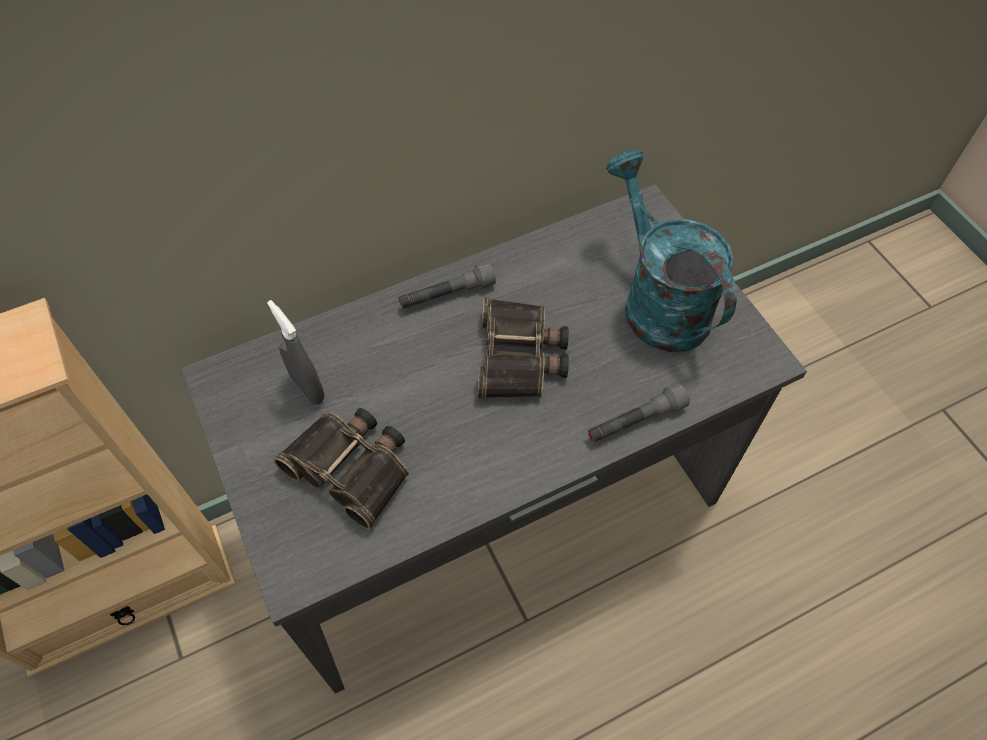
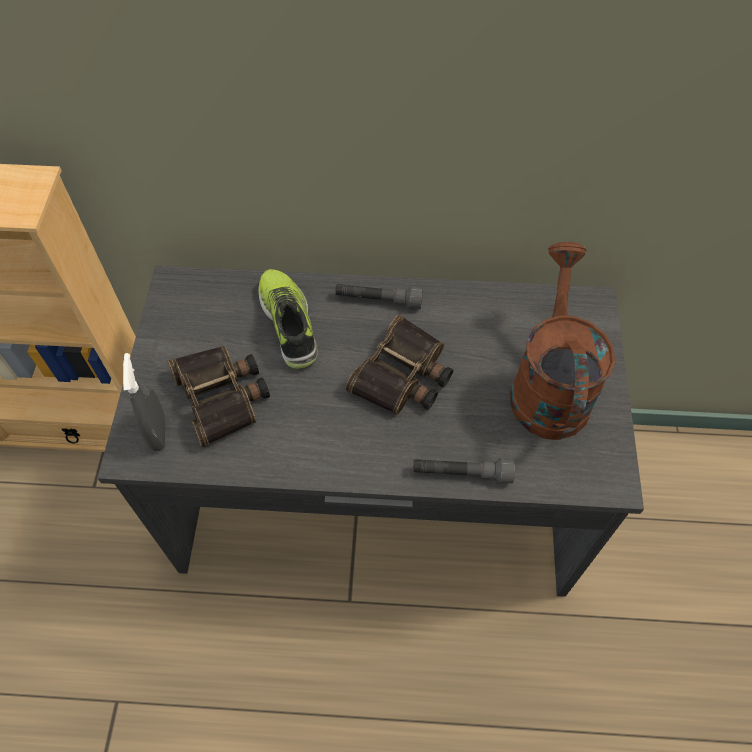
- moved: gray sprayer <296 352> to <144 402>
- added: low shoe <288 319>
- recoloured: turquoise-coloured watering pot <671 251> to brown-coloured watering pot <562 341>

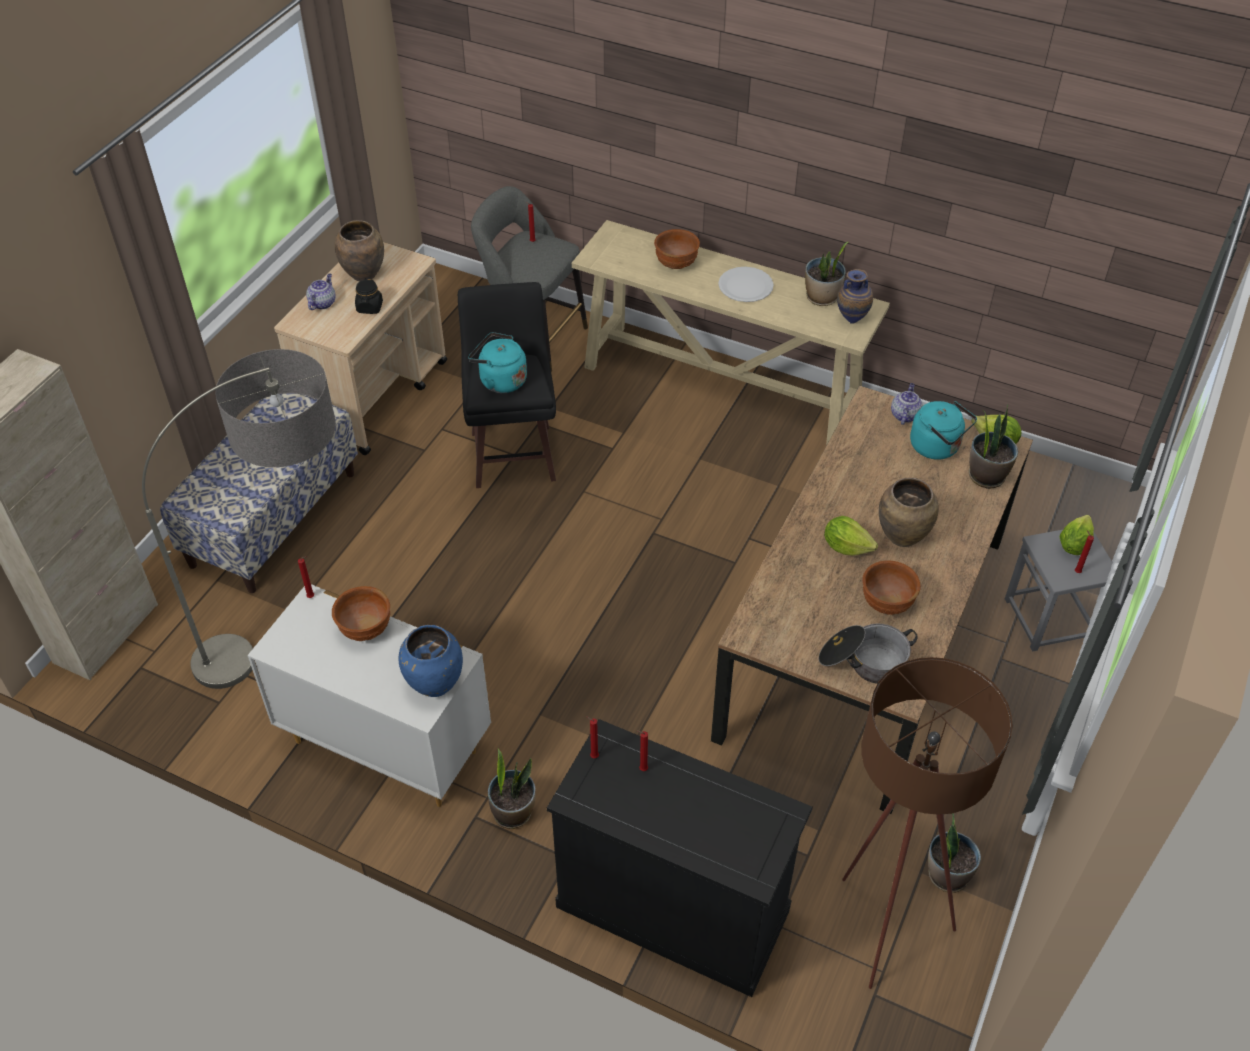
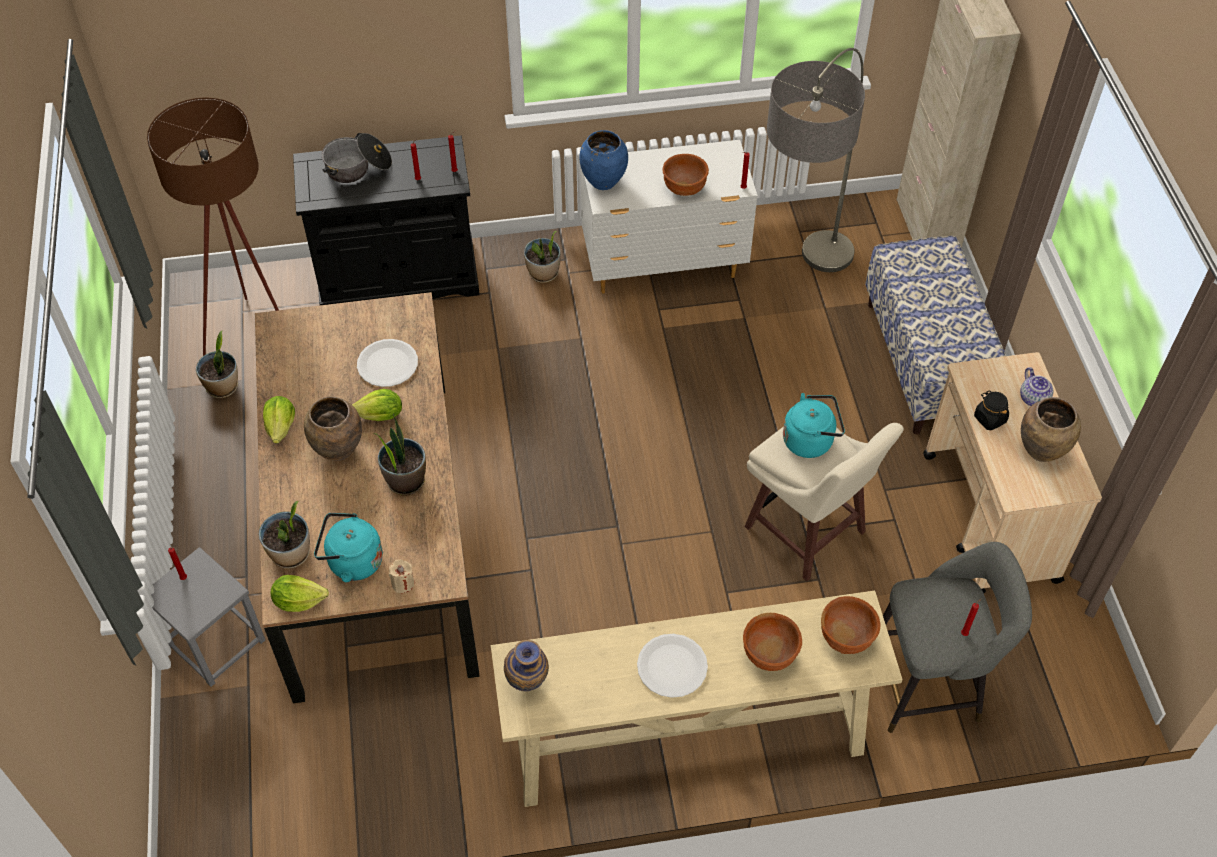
- moved: lettuce head <1076 535> to <279 419>
- moved: stockpot <868 654> to <357 158>
- added: whitish flat dish <387 363>
- moved: plant in a pot <826 274> to <400 455>
- replaced: pot for tea <907 404> to beige-coloured wax candle <401 576>
- recoloured: black stool <507 385> to beige-coloured stool <824 502>
- moved: brown-coloured bowl <891 587> to <850 625>

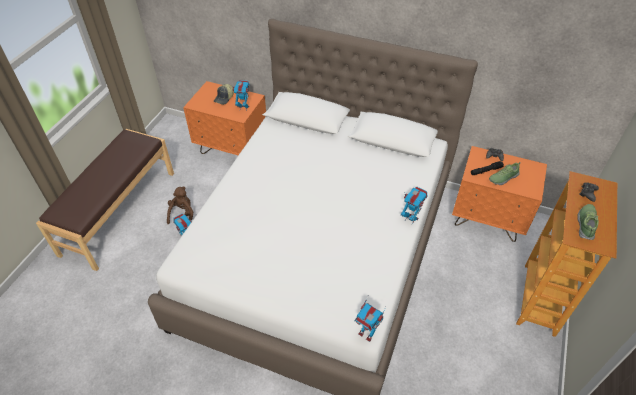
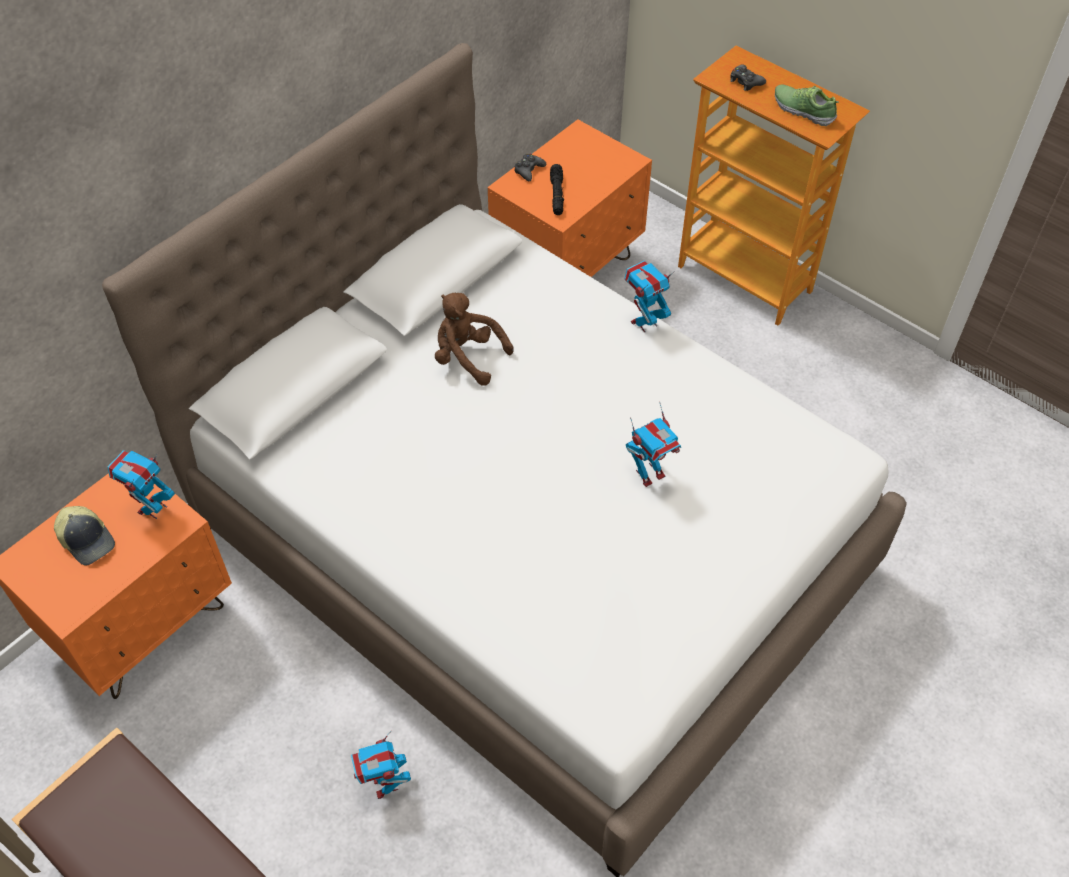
- moved: brown-coloured soft toy <180 205> to <474 339>
- moved: robot figure <370 319> to <653 444>
- removed: low shoe <505 173>

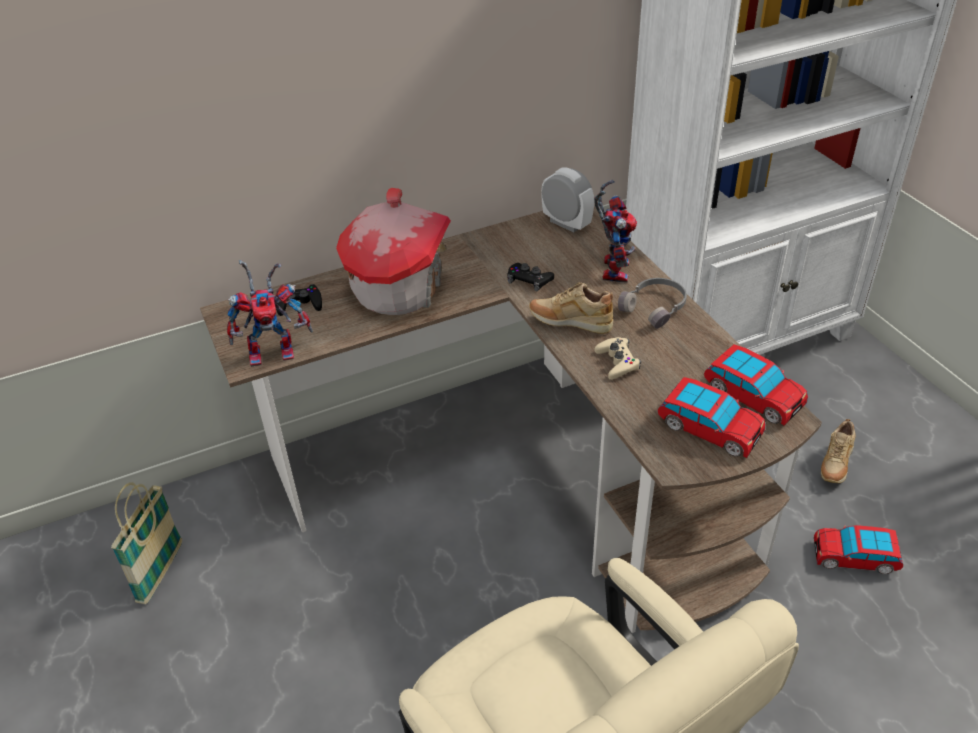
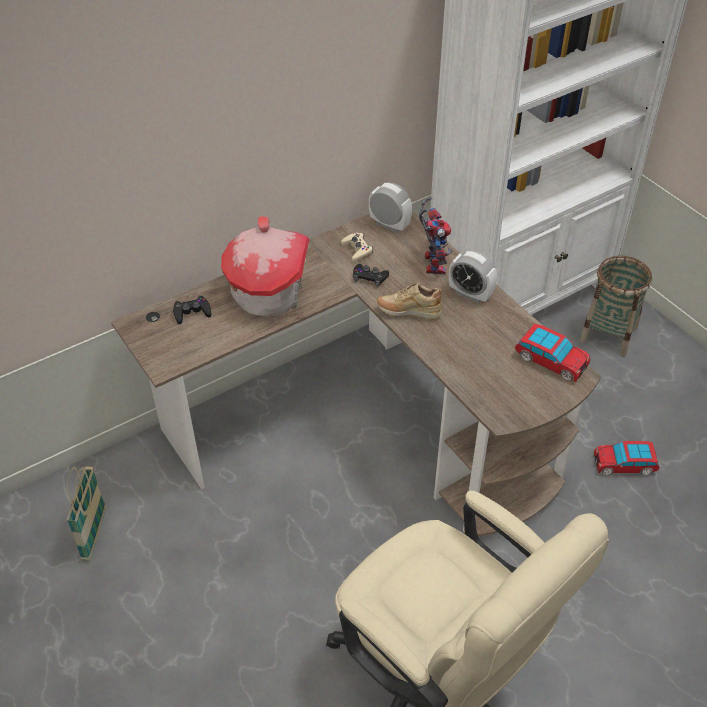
- moved: beige-coloured joypad <617 358> to <357 247>
- replaced: gray headphones <652 303> to table clock <473 276>
- added: storage basket <616 306>
- removed: robot figure <270 313>
- removed: miniature car <712 417>
- removed: beige-coloured low shoe <838 451>

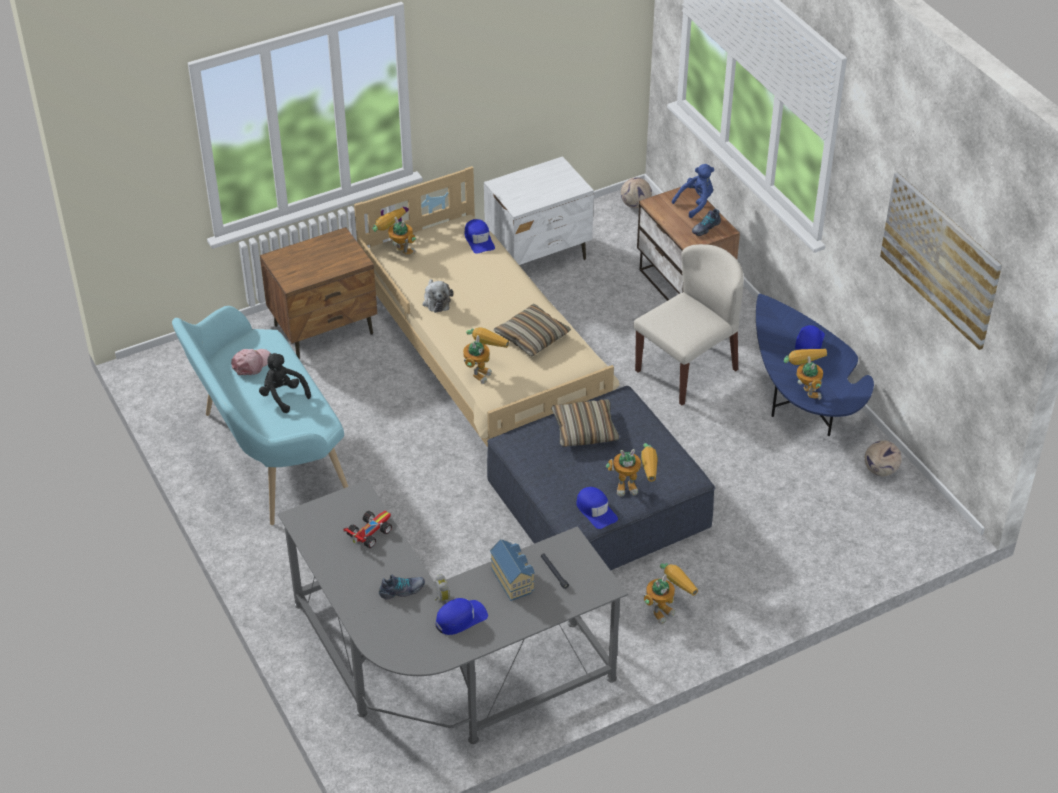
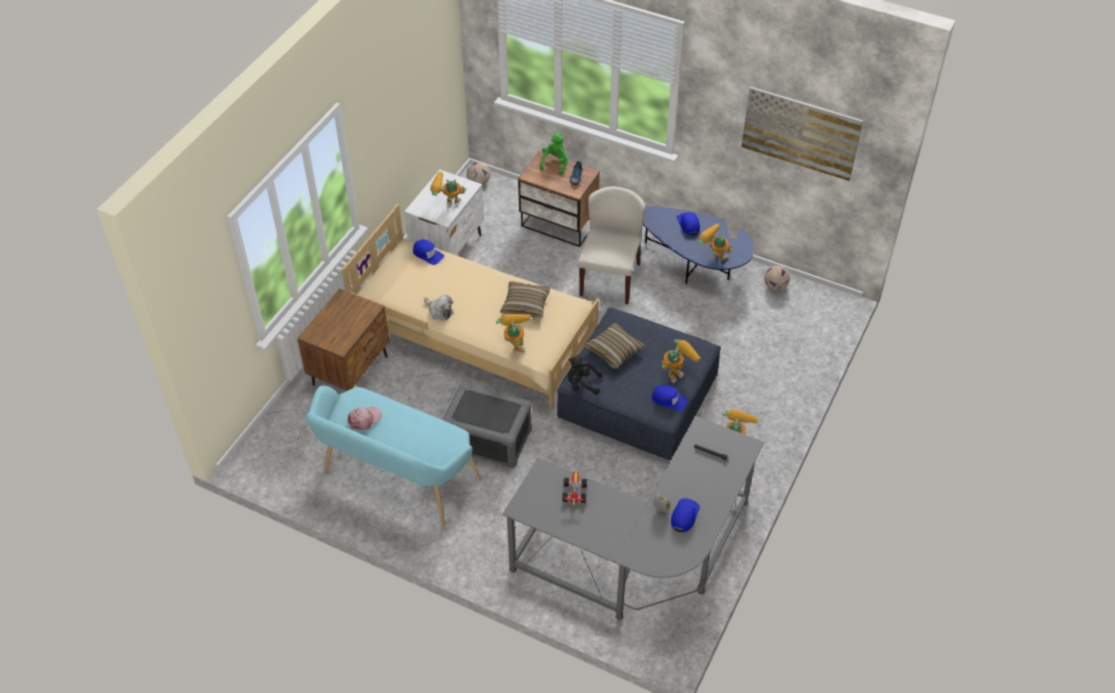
- turned: pink-coloured cap <251 362> = <365 418> 45 degrees clockwise
- moved: robot figure <394 231> to <448 188>
- added: gray storage box <487 425>
- recoloured: blue-coloured soft toy <693 191> to greenish soft toy <554 154>
- moved: black soft toy <285 383> to <585 375>
- removed: low shoe <402 587>
- removed: model house <512 570>

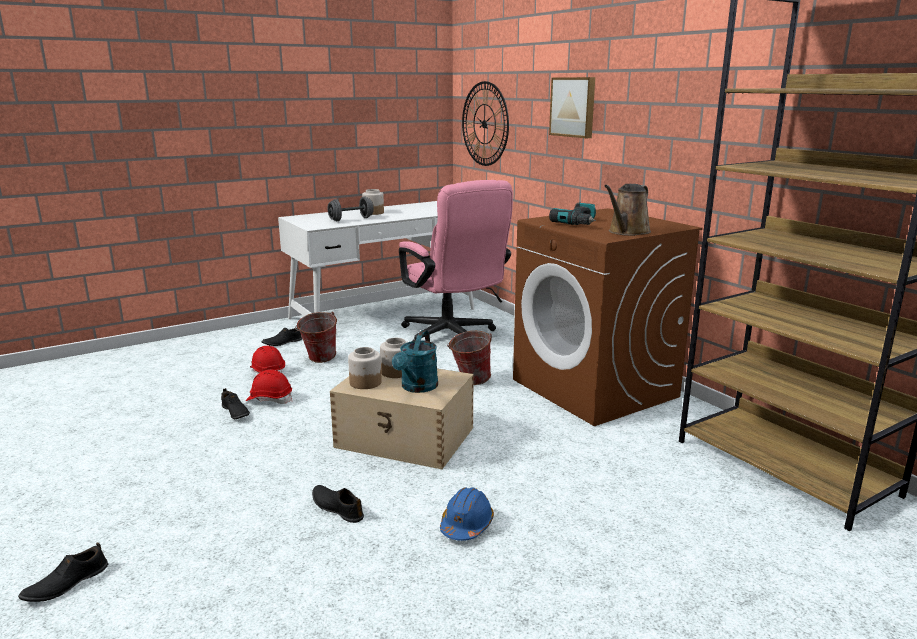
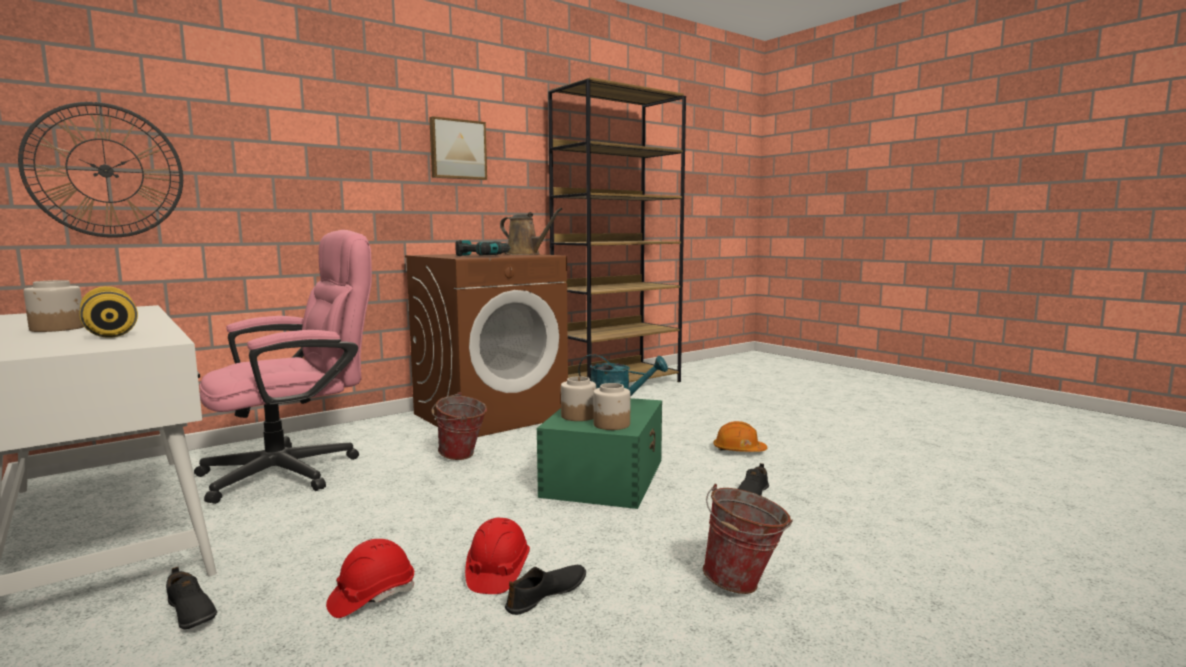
- recoloured: gray free weight <351 209> to yellow free weight <109 312>
- moved: wall art <572 107> to <458 148>
- recoloured: beige-coloured storage box <402 419> to greenish storage box <599 453>
- moved: bucket <316 337> to <748 539>
- recoloured: blue-coloured work helmet <467 514> to orange-coloured work helmet <740 436>
- removed: black low shoe <63 572>

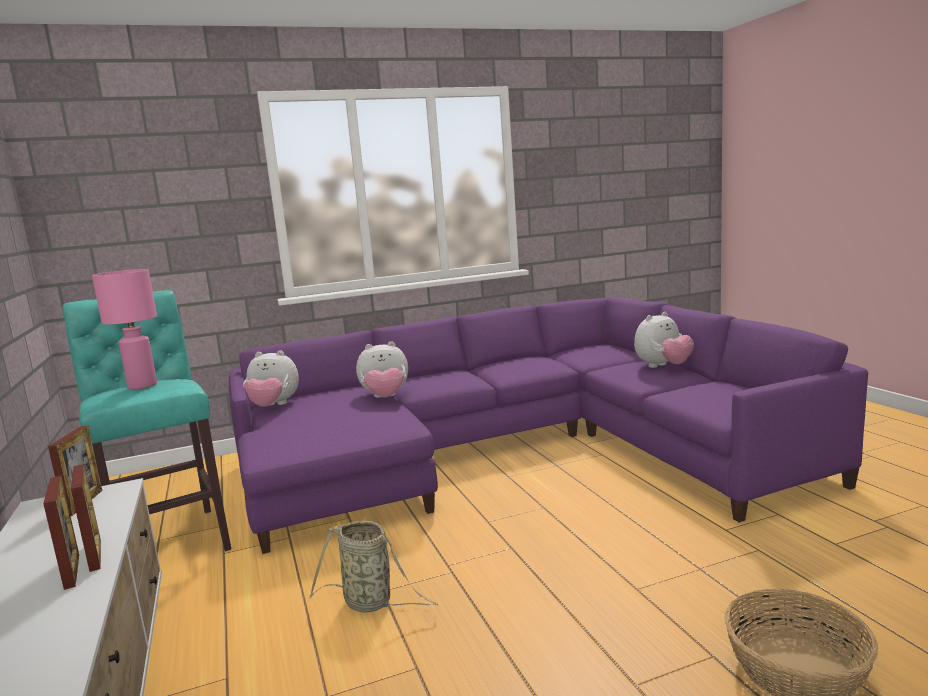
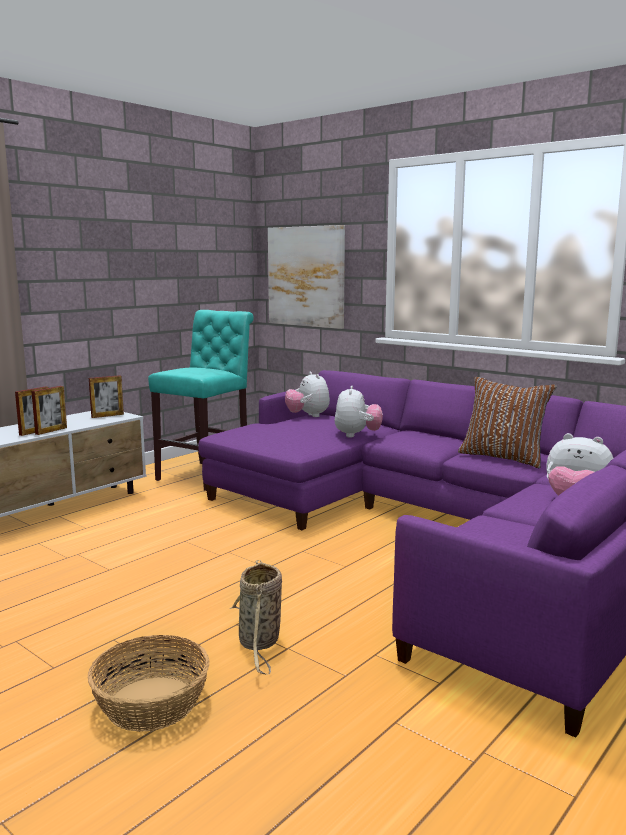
- moved: storage basket <374 567> to <256 617>
- added: wall art <306 277>
- turned: soft toy <382 369> = <359 412> 135 degrees counterclockwise
- added: brown-coloured throw pillow <507 422>
- removed: pink-coloured lamp for a table <124 329>

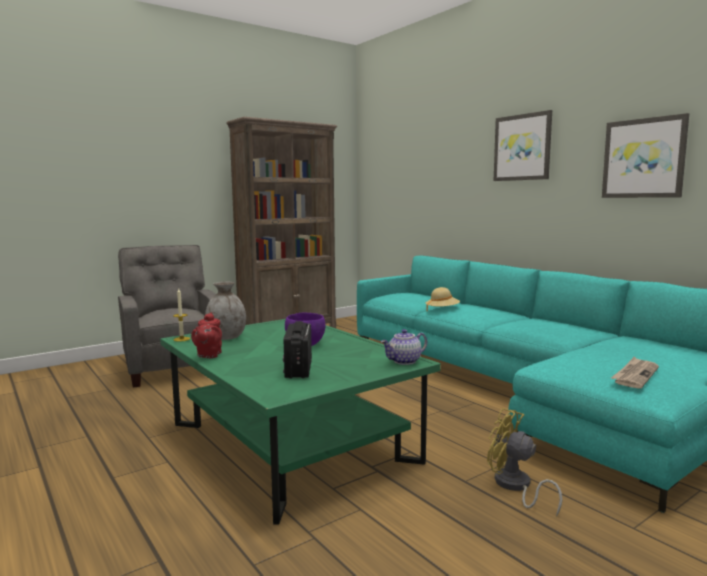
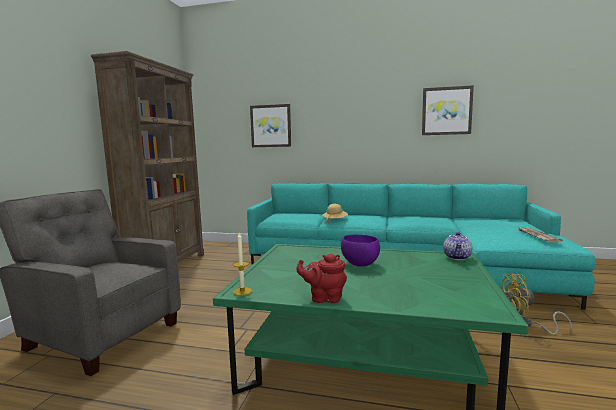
- moved: wall art <523 145> to <270 125>
- turned: red pot for tea <206 335> = <321 278> 135 degrees clockwise
- removed: gray vase <225 311>
- removed: radio set <297 349>

